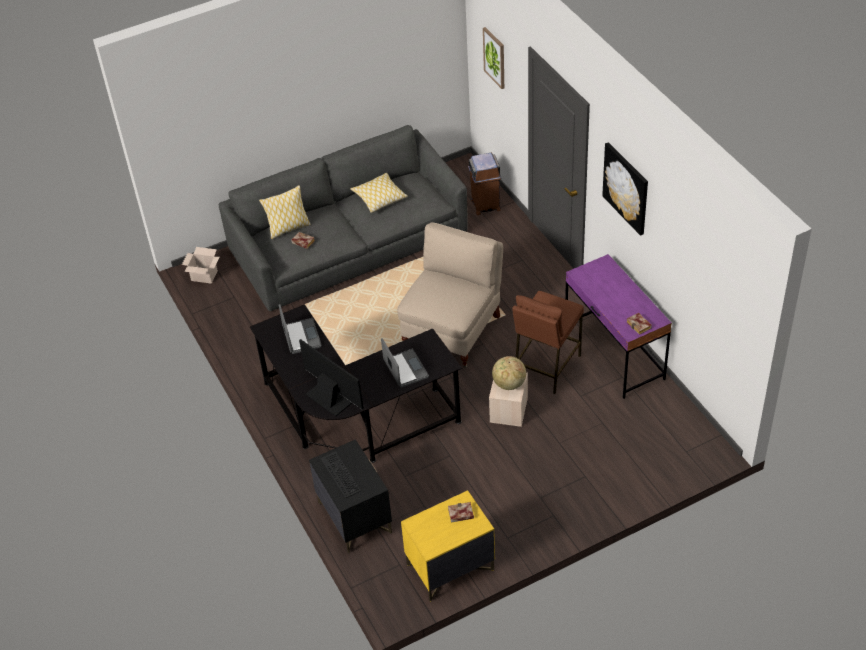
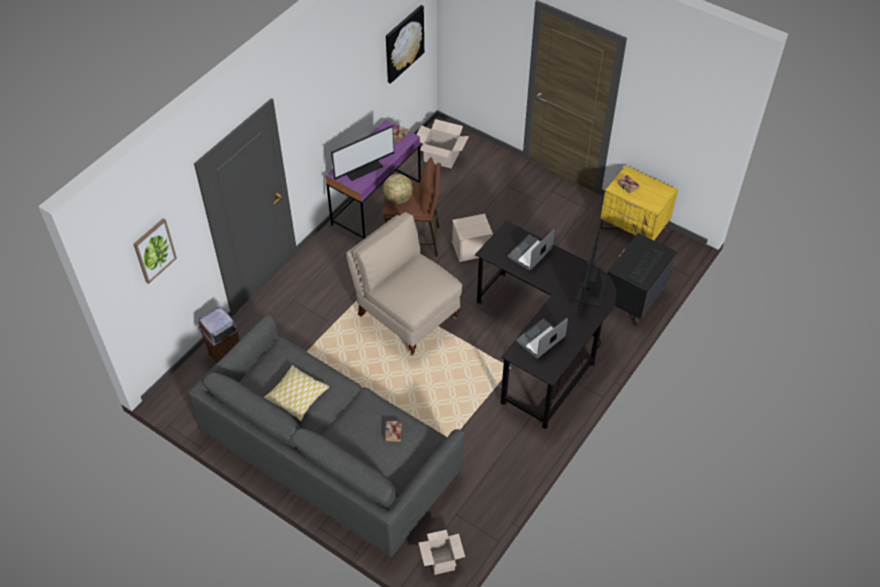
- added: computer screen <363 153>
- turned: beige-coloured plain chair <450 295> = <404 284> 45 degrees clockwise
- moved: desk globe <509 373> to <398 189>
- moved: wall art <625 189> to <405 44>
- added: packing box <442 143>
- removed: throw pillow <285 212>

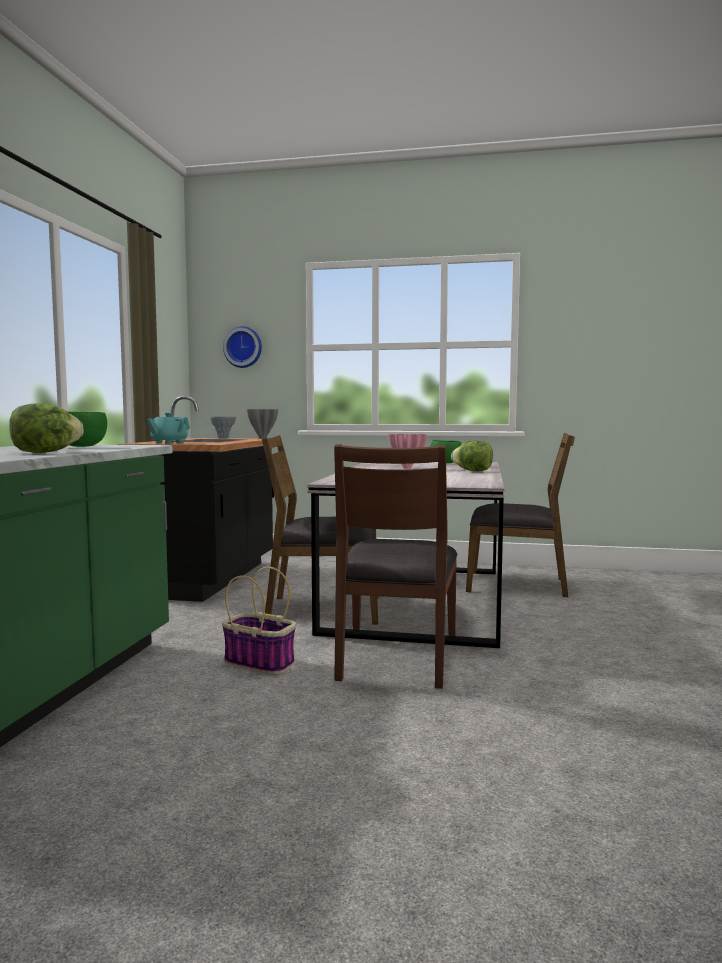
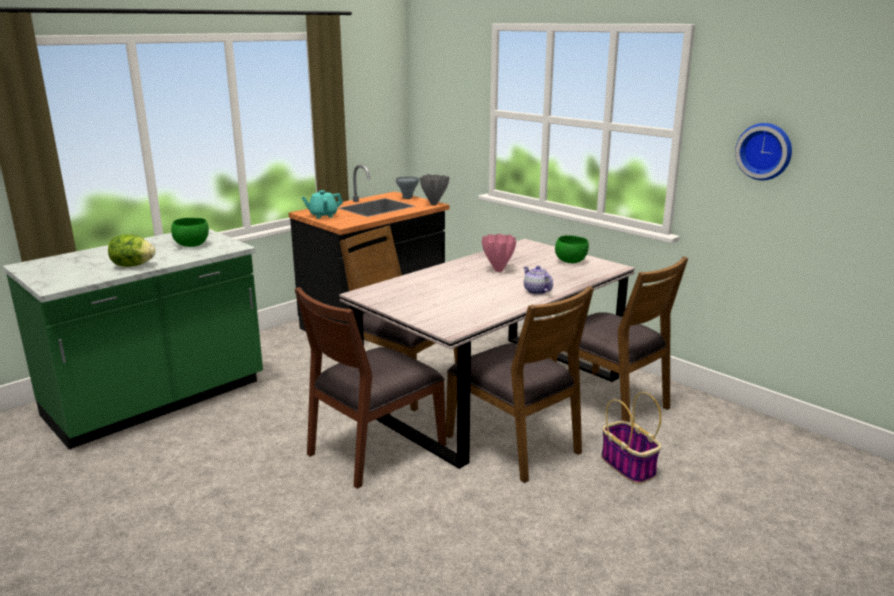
- added: brown-coloured plain chair <520 384>
- replaced: lettuce head <472 456> to pot for tea <538 280>
- moved: storage basket <259 621> to <631 438>
- moved: hanging clock <242 347> to <763 151>

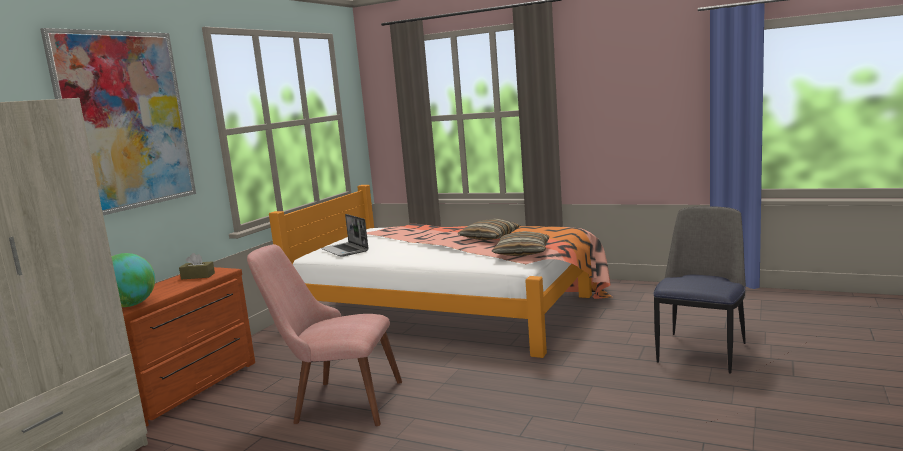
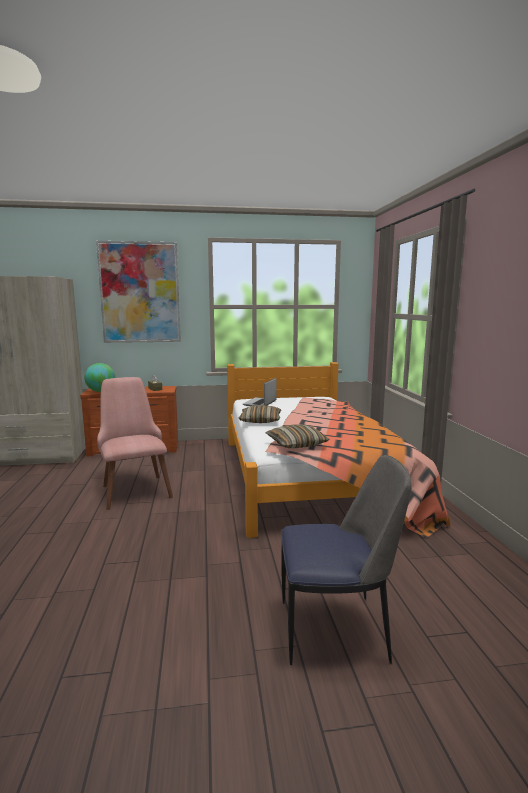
- moved: throw pillow <488 229> to <260 414>

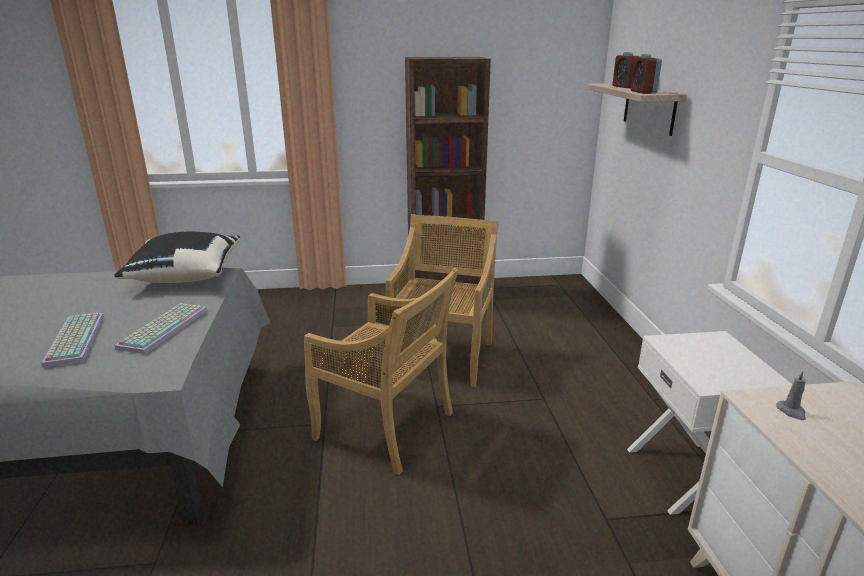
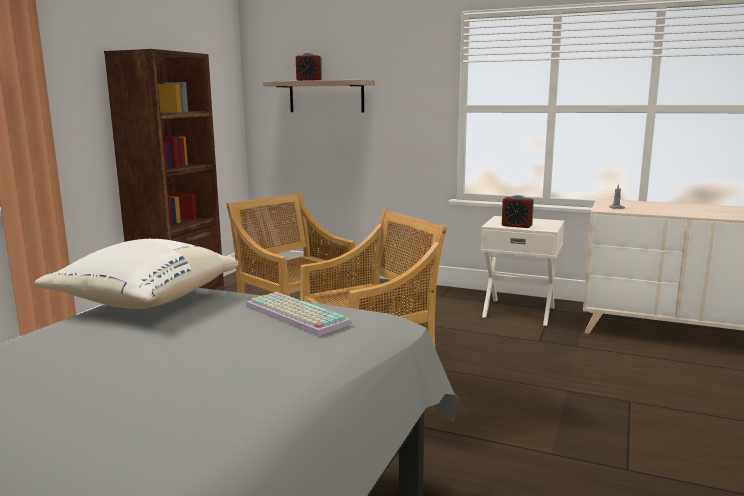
- recoloured: black throw pillow <177 257> to whitish throw pillow <136 274>
- moved: table clock <646 74> to <518 211>
- removed: keyboard <72 340>

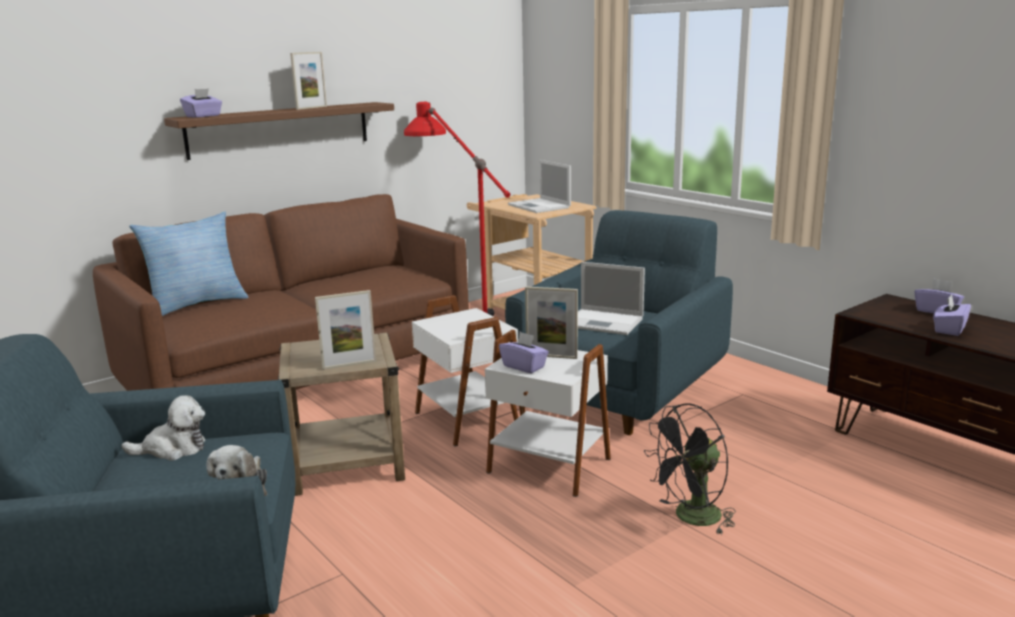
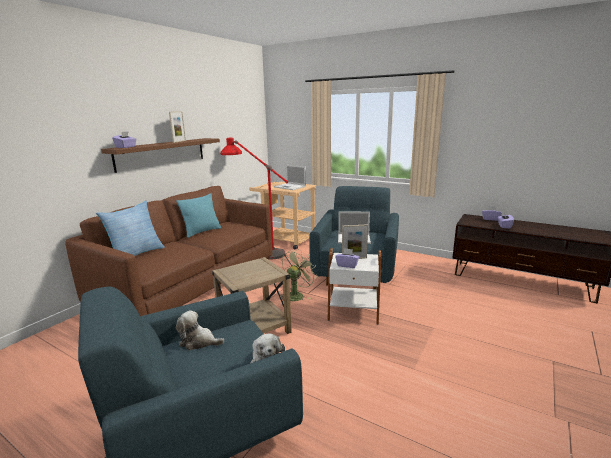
- turned: soft toy <163 428> = <200 330> 135 degrees counterclockwise
- added: turquoise-coloured throw pillow <199 215>
- replaced: whitish end table <465 371> to greenish fan <299 275>
- removed: standing frame <345 330>
- removed: black fan <690 468>

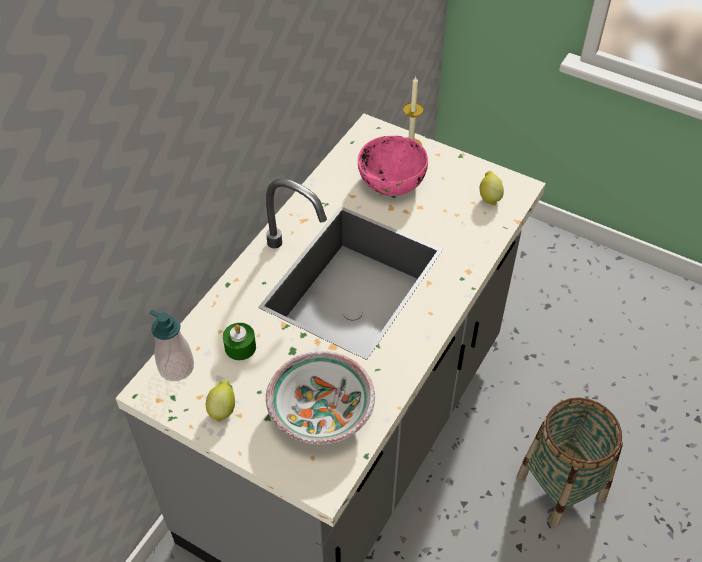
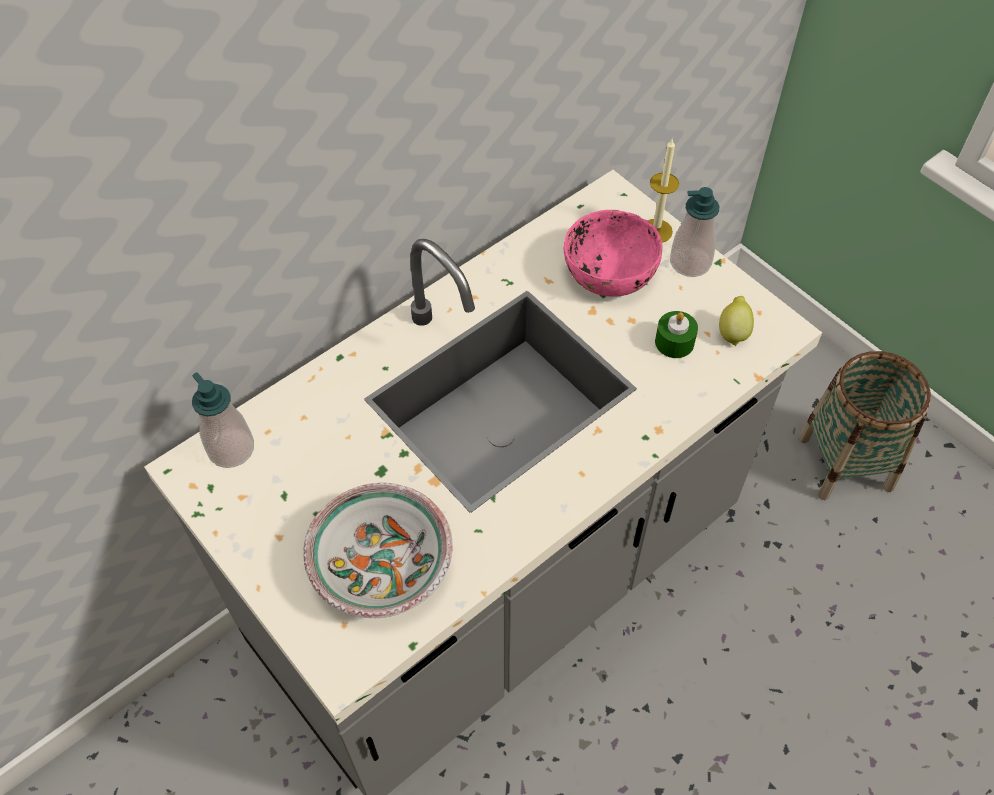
- moved: greenish wax candle <239 341> to <676 334>
- added: soap bottle <694 232>
- moved: storage basket <570 462> to <864 425>
- removed: whole lemon <220 401>

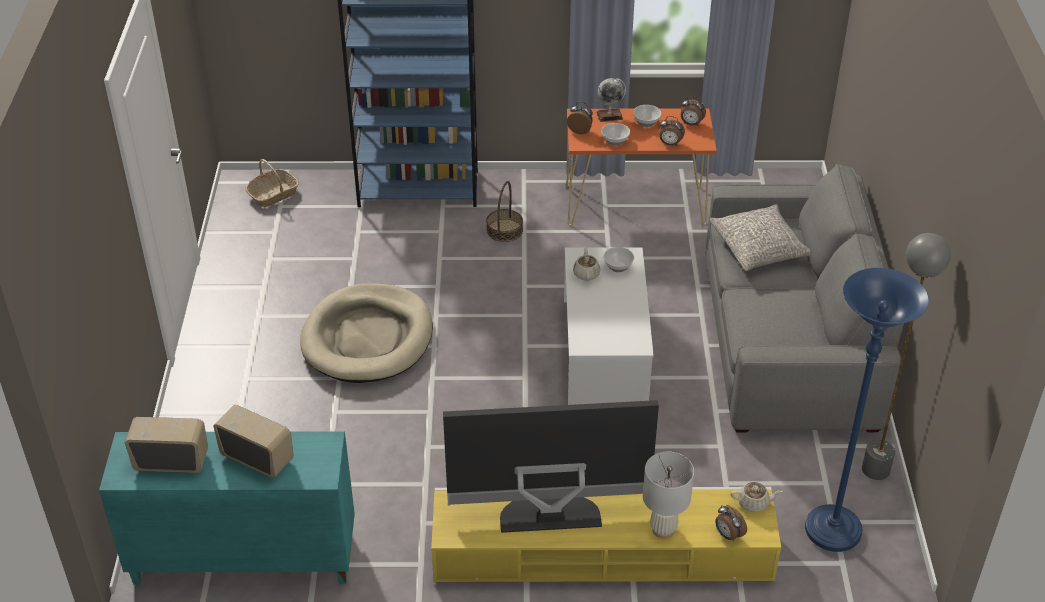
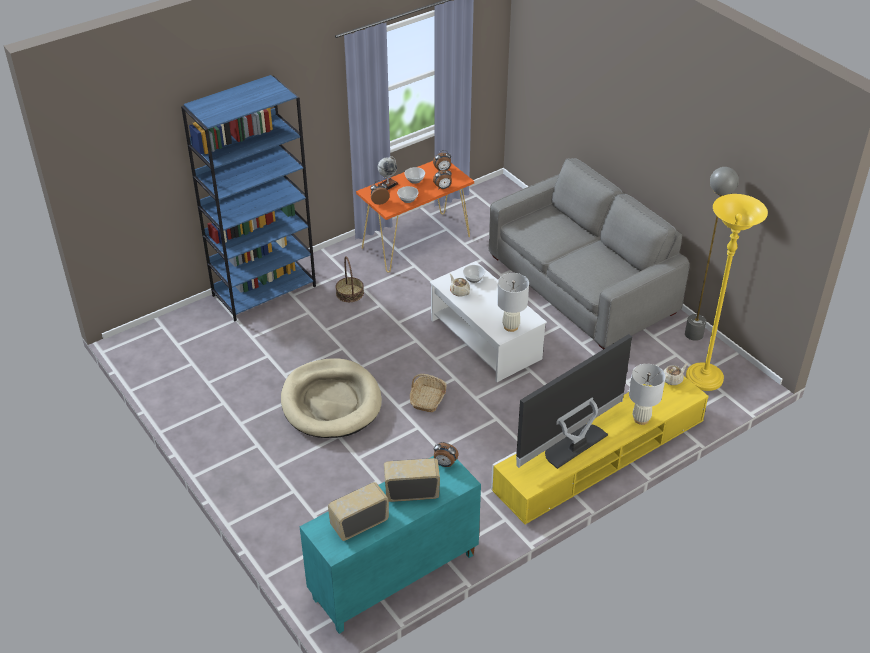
- moved: storage basket <272 183> to <428 393>
- moved: table clock <731 523> to <446 454>
- added: whitish lamp for a table <513 302>
- recoloured: blue-coloured standing lamp <867 410> to yellow standing lamp <727 292>
- removed: gray throw pillow <760 237>

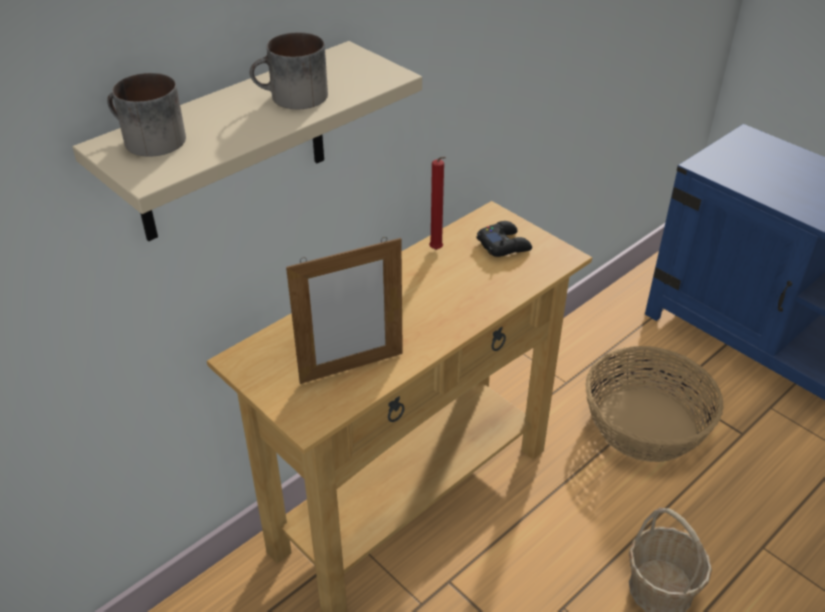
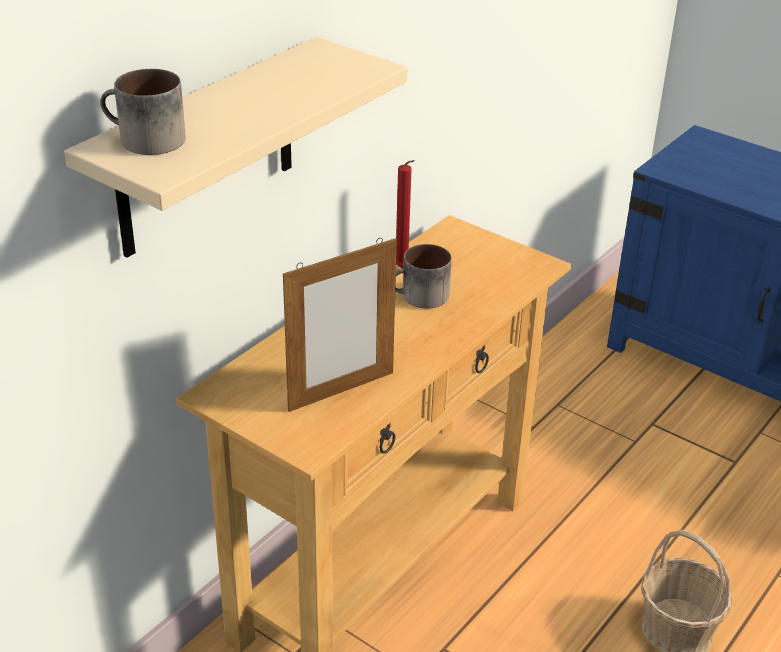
- moved: tea mug <289 70> to <423 276>
- removed: black joypad <504 239>
- removed: storage basket <654 404>

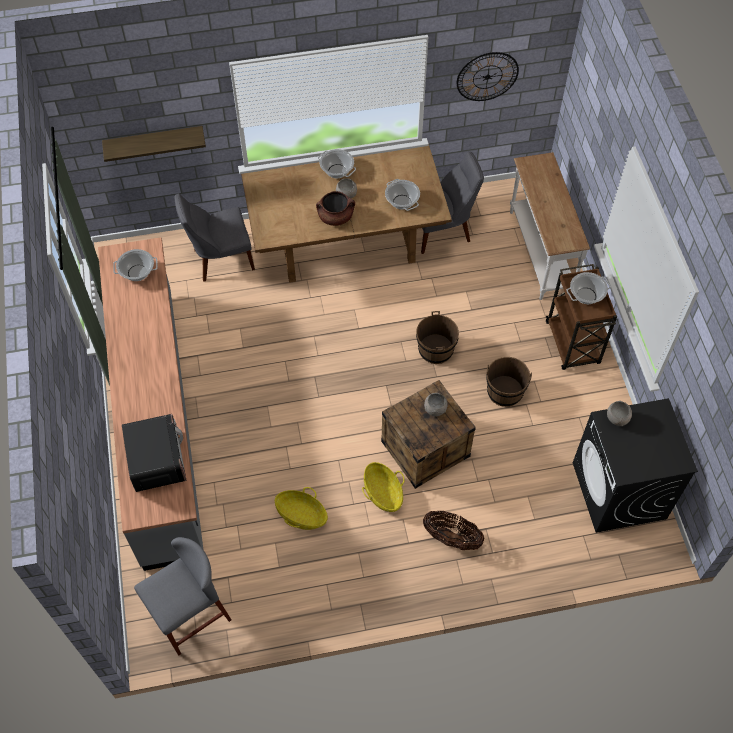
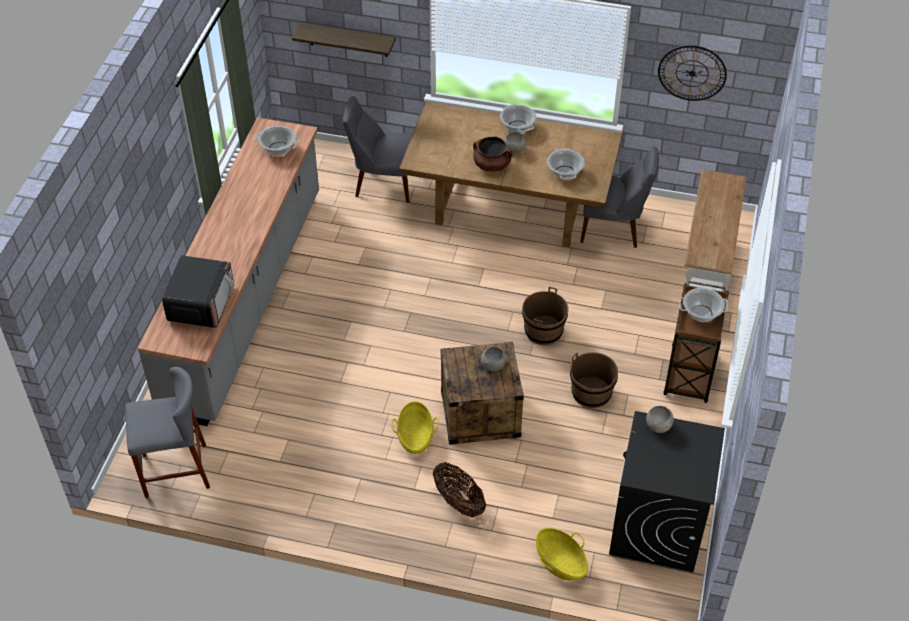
- moved: storage basket <301 508> to <562 554>

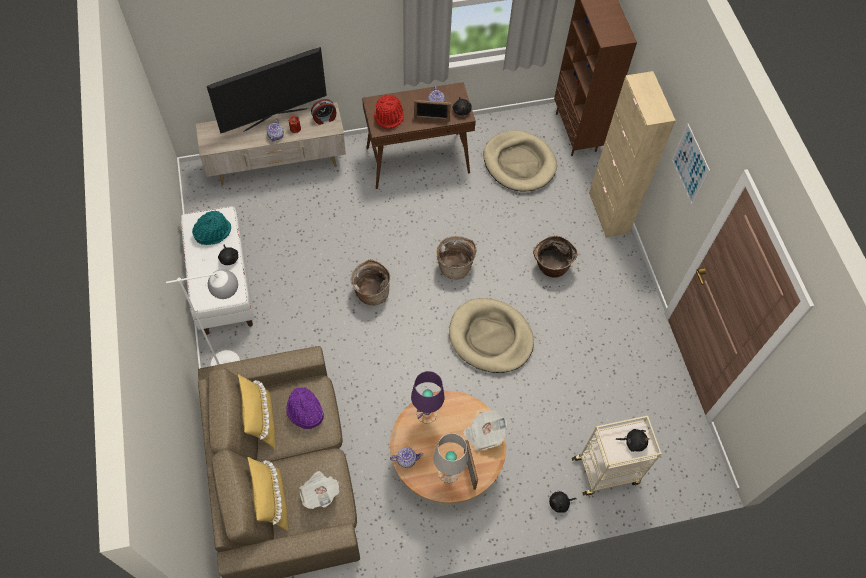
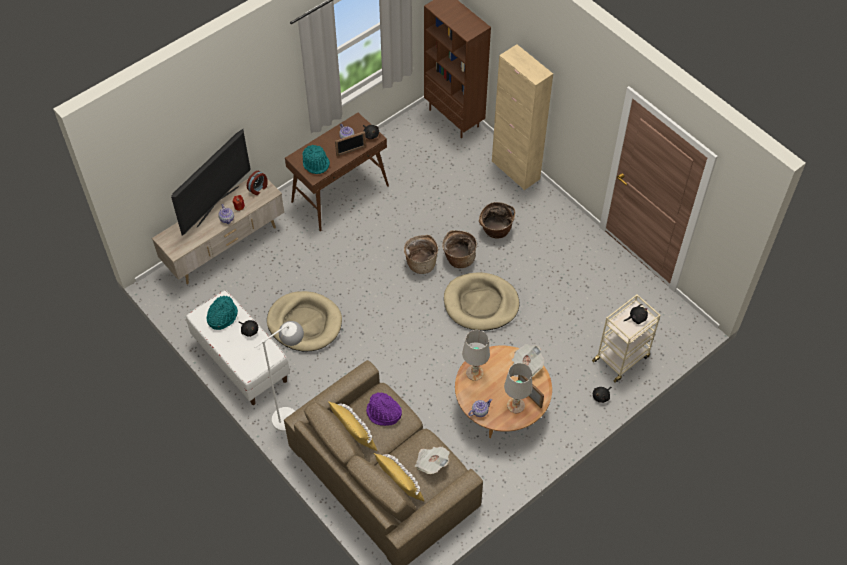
- moved: beige-coloured dog cushion <520 161> to <304 321>
- recoloured: red wearable hat <389 111> to turquoise-coloured wearable hat <316 159>
- moved: storage basket <370 282> to <459 249>
- recoloured: purplish lamp for a table <427 397> to whitish lamp for a table <476 355>
- removed: wall art <691 164>

